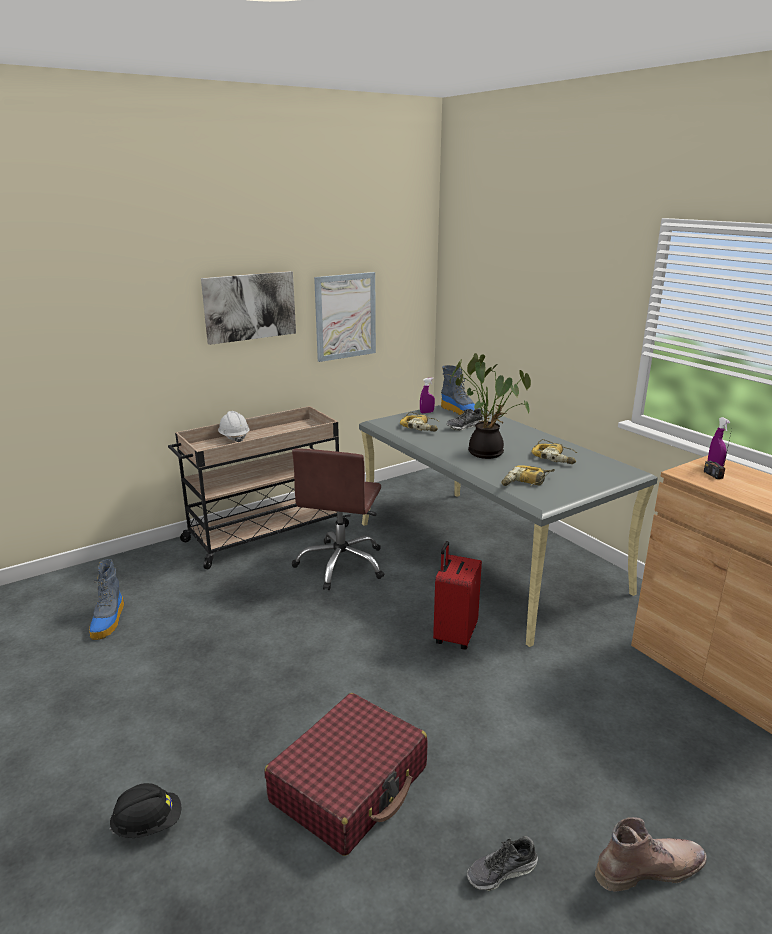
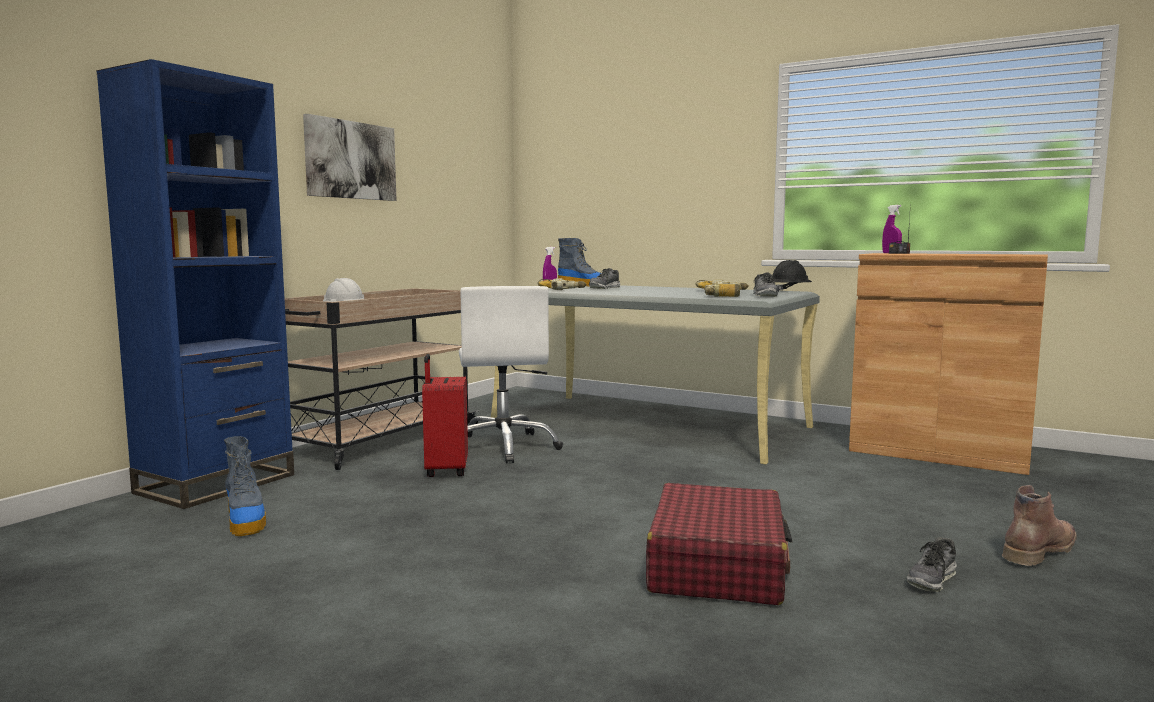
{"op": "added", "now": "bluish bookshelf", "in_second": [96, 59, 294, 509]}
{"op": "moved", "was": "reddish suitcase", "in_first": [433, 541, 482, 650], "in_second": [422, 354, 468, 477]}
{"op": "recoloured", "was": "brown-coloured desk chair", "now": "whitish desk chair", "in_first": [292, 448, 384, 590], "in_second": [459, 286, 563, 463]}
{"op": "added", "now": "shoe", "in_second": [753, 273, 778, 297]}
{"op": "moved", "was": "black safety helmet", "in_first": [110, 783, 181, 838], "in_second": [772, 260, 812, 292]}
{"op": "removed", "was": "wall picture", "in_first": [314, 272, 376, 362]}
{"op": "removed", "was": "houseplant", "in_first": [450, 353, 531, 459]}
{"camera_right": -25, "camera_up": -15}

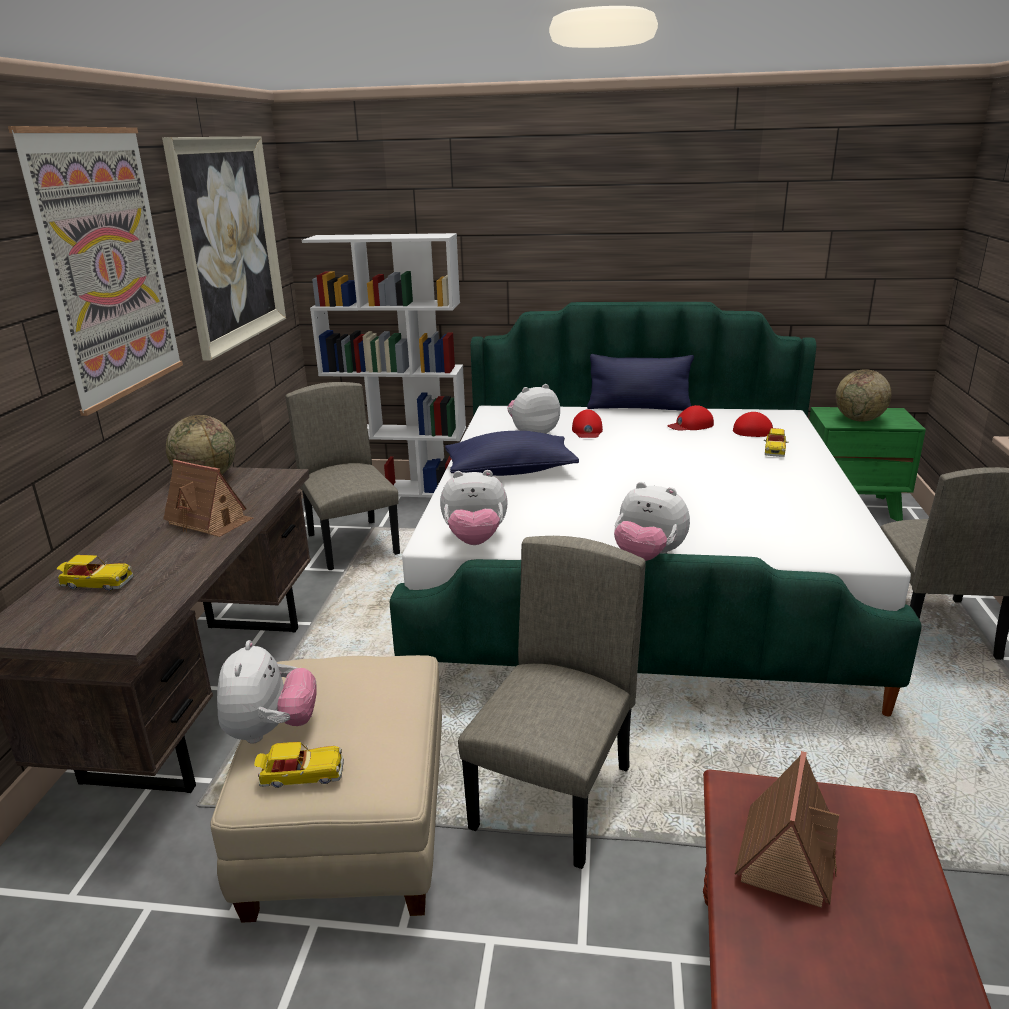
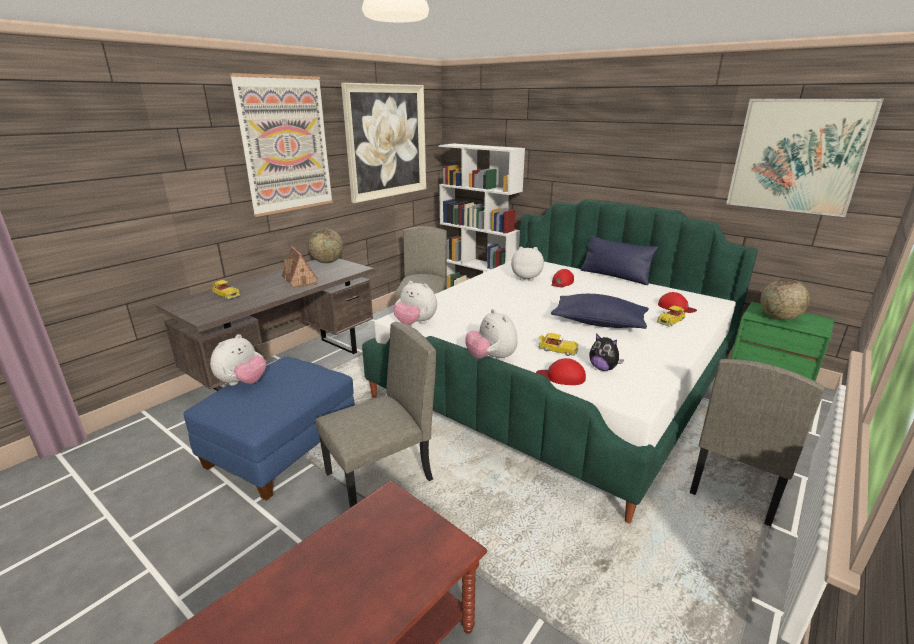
{"op": "recoloured", "was": "beige footrest", "now": "bluish footrest", "in_first": [210, 655, 442, 923], "in_second": [184, 356, 355, 501]}
{"op": "moved", "was": "reddish peaked cap", "in_first": [668, 405, 714, 431], "in_second": [536, 358, 586, 385]}
{"op": "moved", "was": "miniature car", "in_first": [254, 742, 344, 788], "in_second": [538, 333, 579, 356]}
{"op": "moved", "was": "bluish cushion", "in_first": [445, 431, 579, 476], "in_second": [551, 294, 649, 329]}
{"op": "added", "now": "plush toy", "in_second": [589, 333, 624, 371]}
{"op": "added", "now": "wall picture", "in_second": [726, 99, 884, 217]}
{"op": "removed", "was": "miniature house", "in_first": [735, 751, 839, 908]}
{"camera_right": 30, "camera_up": 0}

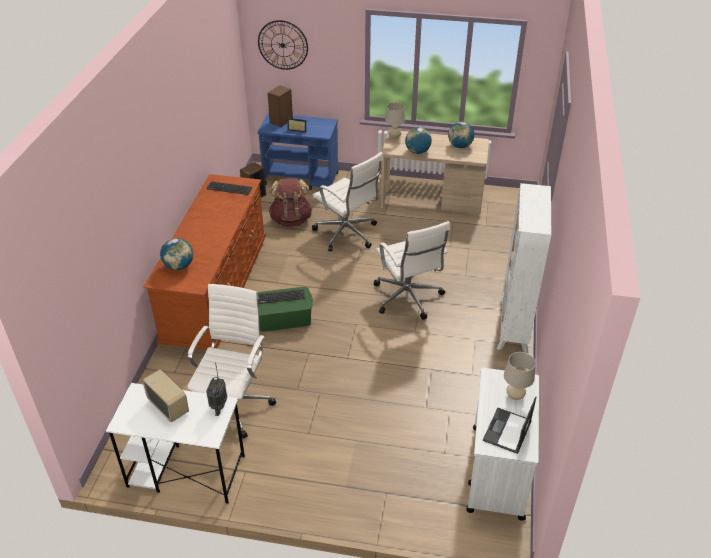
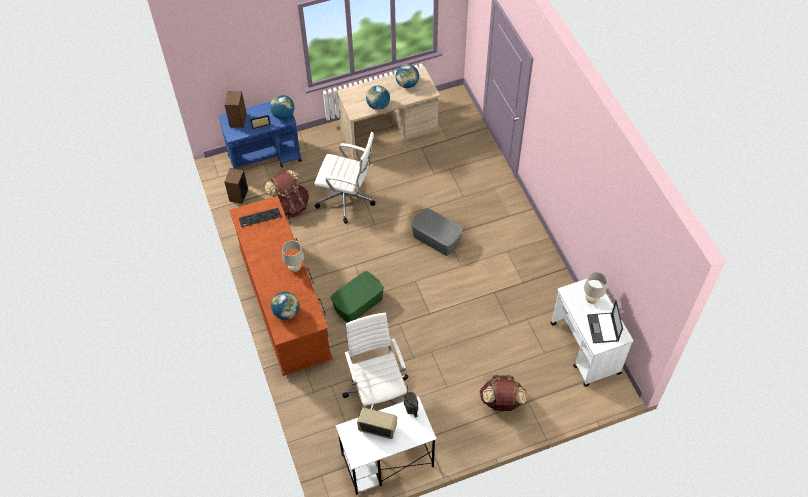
{"op": "added", "now": "world globe", "in_second": [270, 95, 294, 119]}
{"op": "moved", "was": "beige lamp for a table", "in_first": [385, 102, 406, 139], "in_second": [282, 241, 304, 272]}
{"op": "replaced", "was": "whitish desk chair", "now": "grey storage box", "in_first": [374, 221, 450, 320], "in_second": [411, 208, 463, 256]}
{"op": "added", "now": "brown-coloured rucksack", "in_second": [480, 375, 527, 411]}
{"op": "removed", "was": "clock on the wall", "in_first": [258, 20, 308, 70]}
{"op": "removed", "was": "computer keyboard", "in_first": [258, 289, 305, 304]}
{"op": "removed", "was": "whitish bookshelf", "in_first": [497, 183, 551, 353]}
{"camera_right": -30, "camera_up": 15}

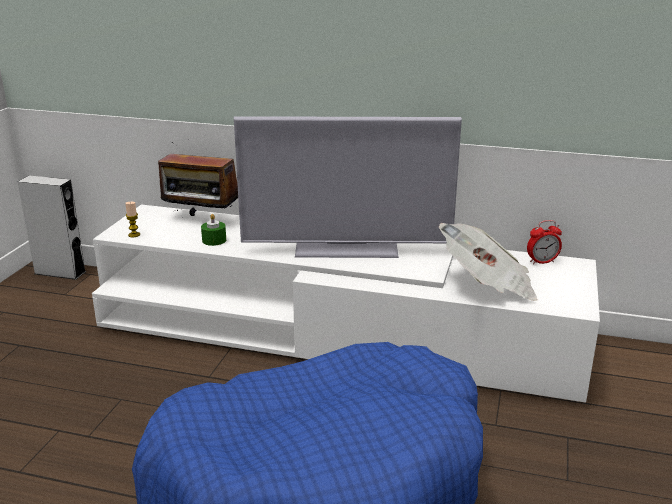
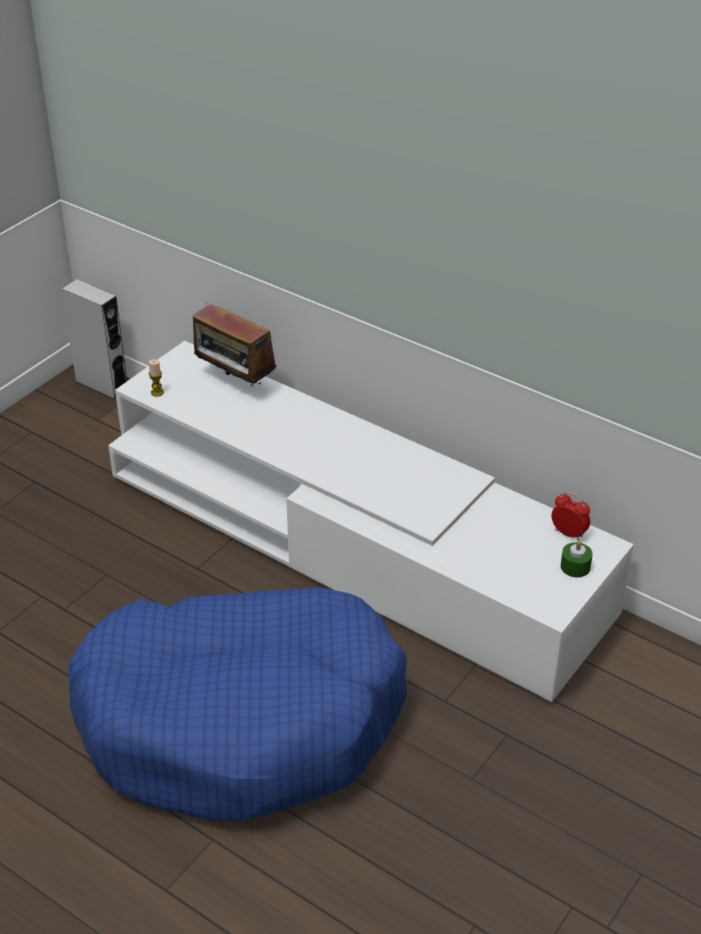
{"op": "turned", "was": "table clock", "in_first": [527, 220, 562, 265], "in_second": [551, 492, 590, 541], "clockwise": -150}
{"op": "moved", "was": "green-coloured candle", "in_first": [201, 214, 226, 246], "in_second": [561, 540, 593, 577]}
{"op": "removed", "was": "TV set", "in_first": [234, 116, 462, 258]}
{"op": "removed", "was": "newspaper", "in_first": [439, 223, 538, 301]}
{"camera_right": 20, "camera_up": 15}

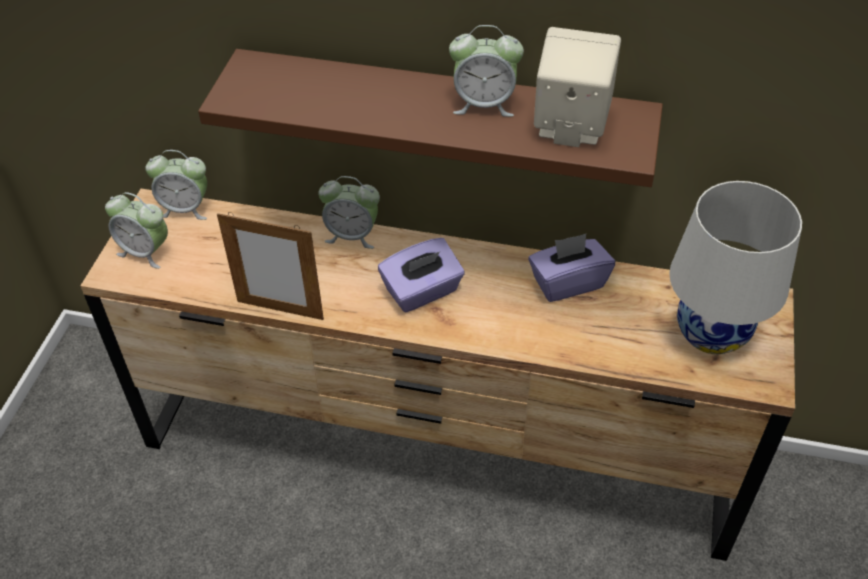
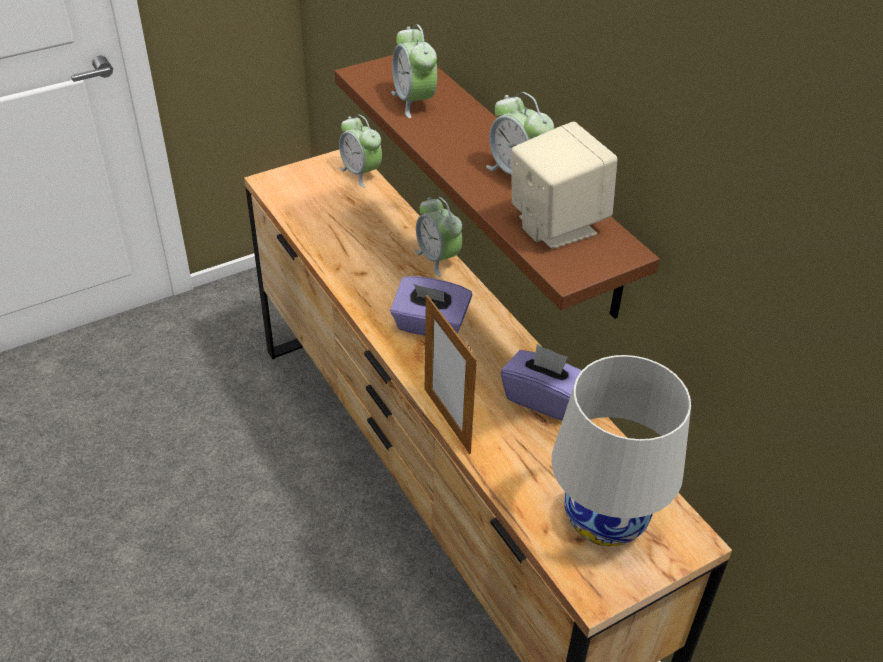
{"op": "moved", "was": "table clock", "in_first": [105, 192, 168, 269], "in_second": [391, 24, 437, 118]}
{"op": "moved", "was": "photo frame", "in_first": [217, 212, 324, 320], "in_second": [425, 295, 477, 454]}
{"camera_right": 45, "camera_up": -5}

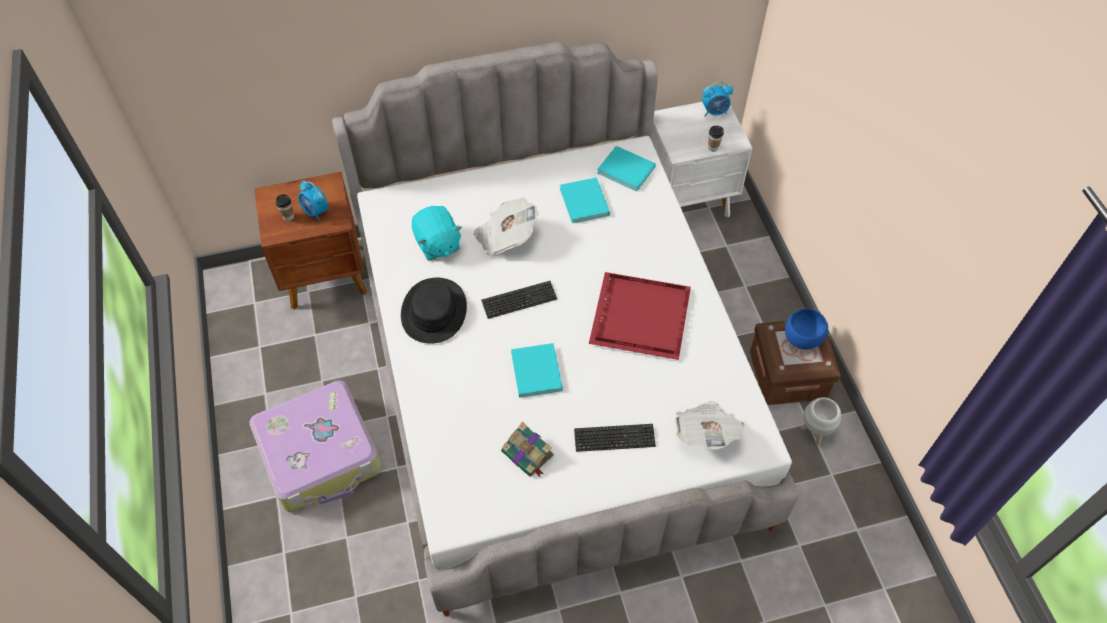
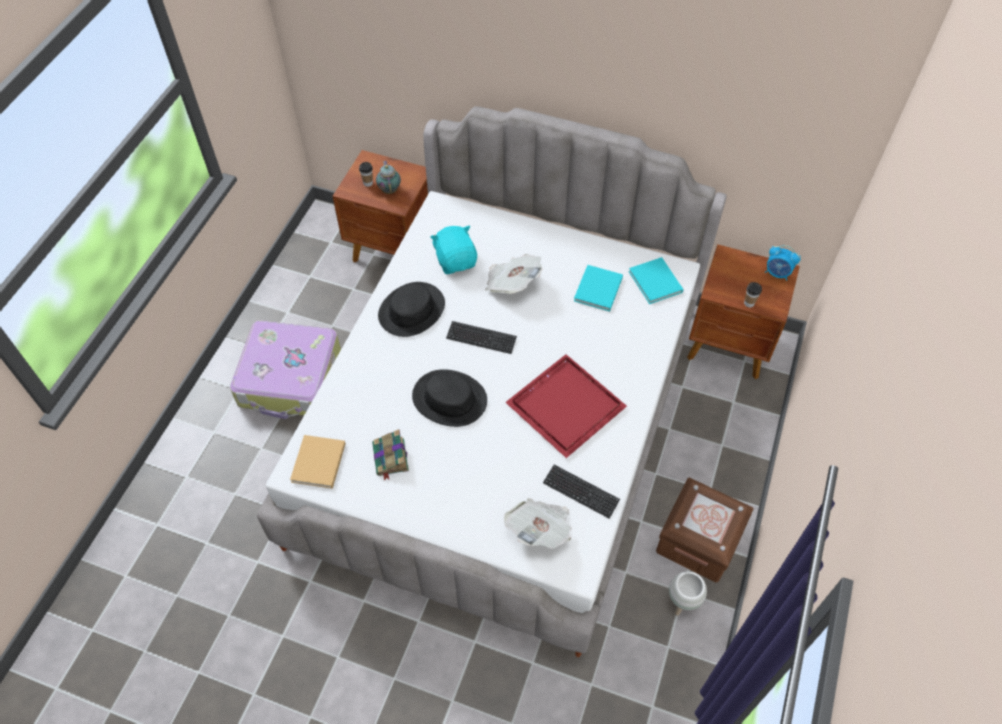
{"op": "added", "now": "beige bound book", "in_second": [290, 435, 346, 489]}
{"op": "replaced", "was": "table clock", "now": "teapot", "in_first": [298, 181, 328, 221], "in_second": [376, 161, 401, 194]}
{"op": "replaced", "was": "turquoise bound book", "now": "black hat", "in_first": [511, 343, 563, 398], "in_second": [412, 369, 487, 427]}
{"op": "turned", "was": "turquoise plush toy", "in_first": [412, 206, 462, 260], "in_second": [430, 226, 477, 274], "clockwise": 150}
{"op": "moved", "was": "computer keyboard", "in_first": [574, 424, 656, 452], "in_second": [543, 465, 620, 519]}
{"op": "recoloured", "was": "whitish night table", "now": "brown-coloured night table", "in_first": [651, 102, 753, 218], "in_second": [687, 244, 800, 379]}
{"op": "removed", "was": "bluish bowl", "in_first": [785, 309, 828, 349]}
{"camera_right": 35, "camera_up": 0}

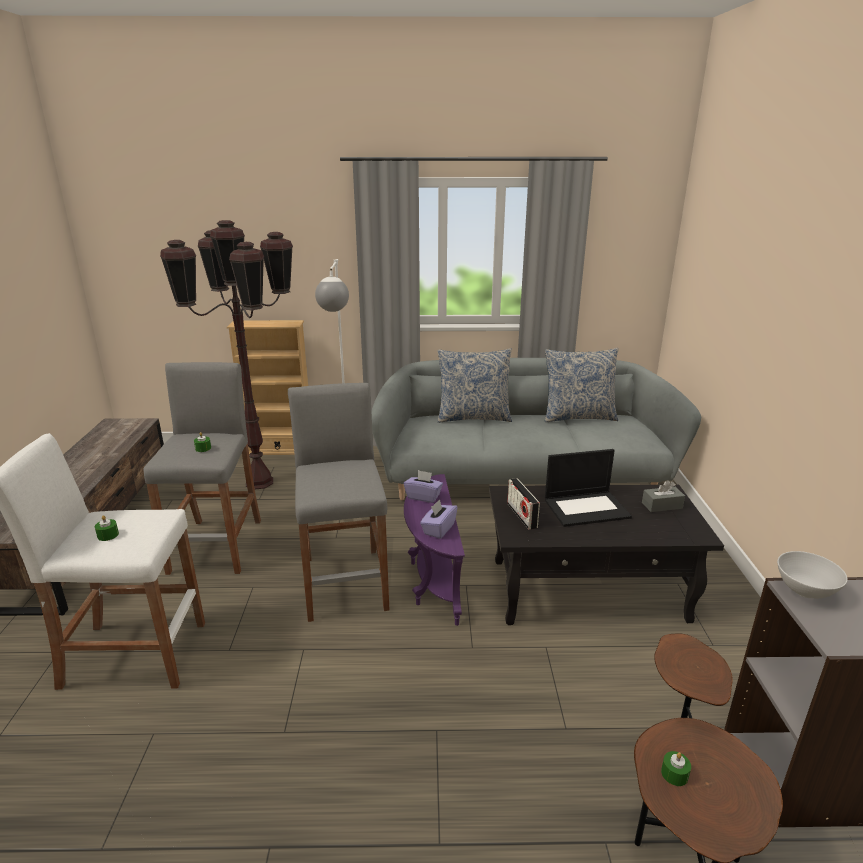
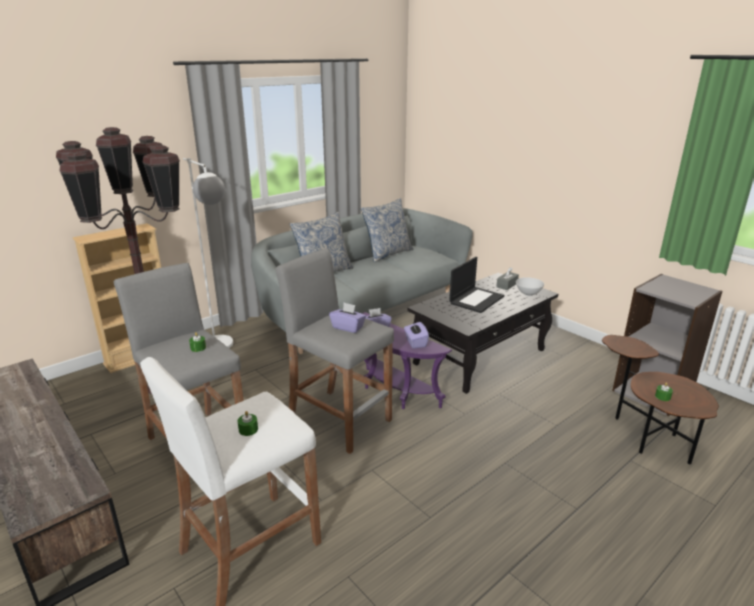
{"op": "added", "now": "purple tissue holder", "in_second": [329, 303, 366, 333]}
{"op": "moved", "was": "whitish bowl", "in_first": [777, 551, 848, 598], "in_second": [516, 277, 544, 296]}
{"op": "removed", "was": "radio receiver", "in_first": [507, 478, 540, 530]}
{"camera_right": -40, "camera_up": 0}

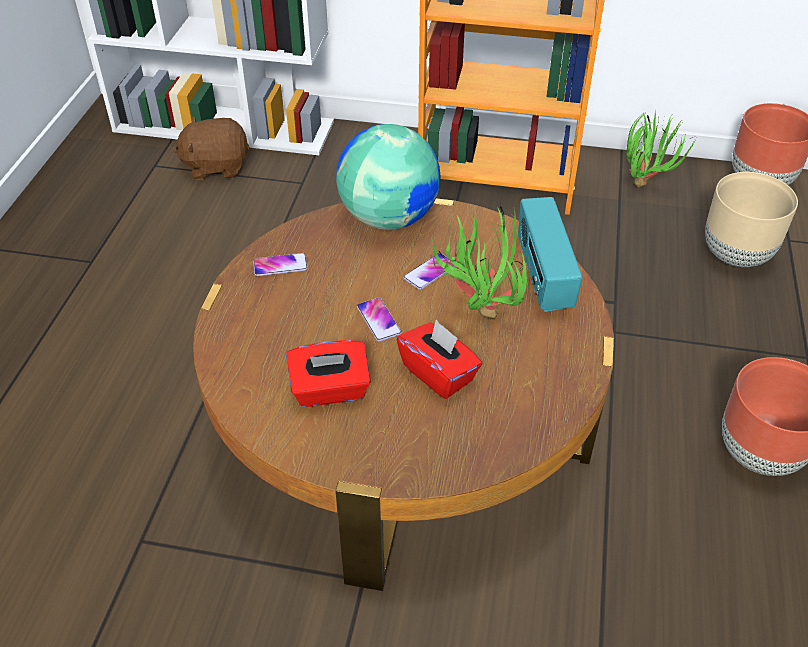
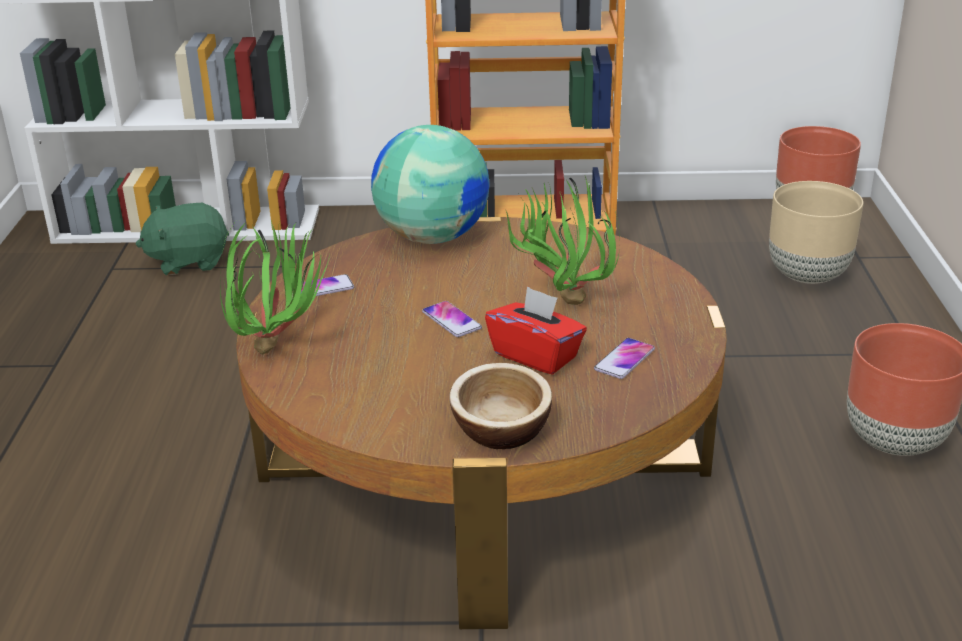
{"op": "recoloured", "was": "brown-coloured plush toy", "now": "green-coloured plush toy", "in_first": [173, 116, 250, 180], "in_second": [136, 203, 229, 276]}
{"op": "moved", "was": "houseplant", "in_first": [626, 110, 696, 188], "in_second": [220, 220, 330, 354]}
{"op": "added", "now": "bowl", "in_second": [449, 363, 552, 449]}
{"op": "moved", "was": "phone", "in_first": [403, 253, 456, 290], "in_second": [594, 338, 655, 379]}
{"op": "removed", "was": "reddish tissue holder", "in_first": [286, 340, 371, 407]}
{"op": "removed", "was": "radio receiver", "in_first": [518, 197, 582, 312]}
{"camera_right": -10, "camera_up": -15}

